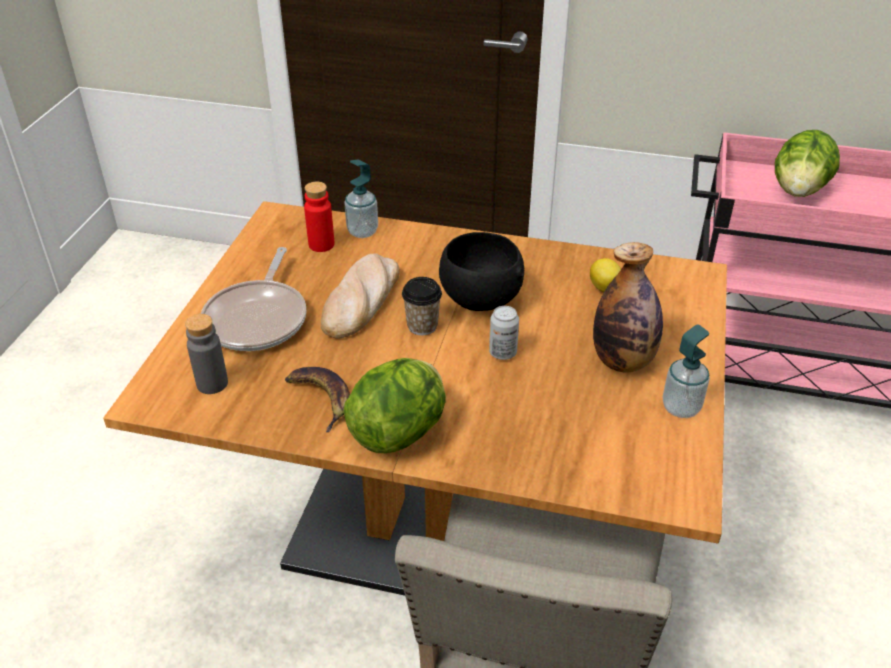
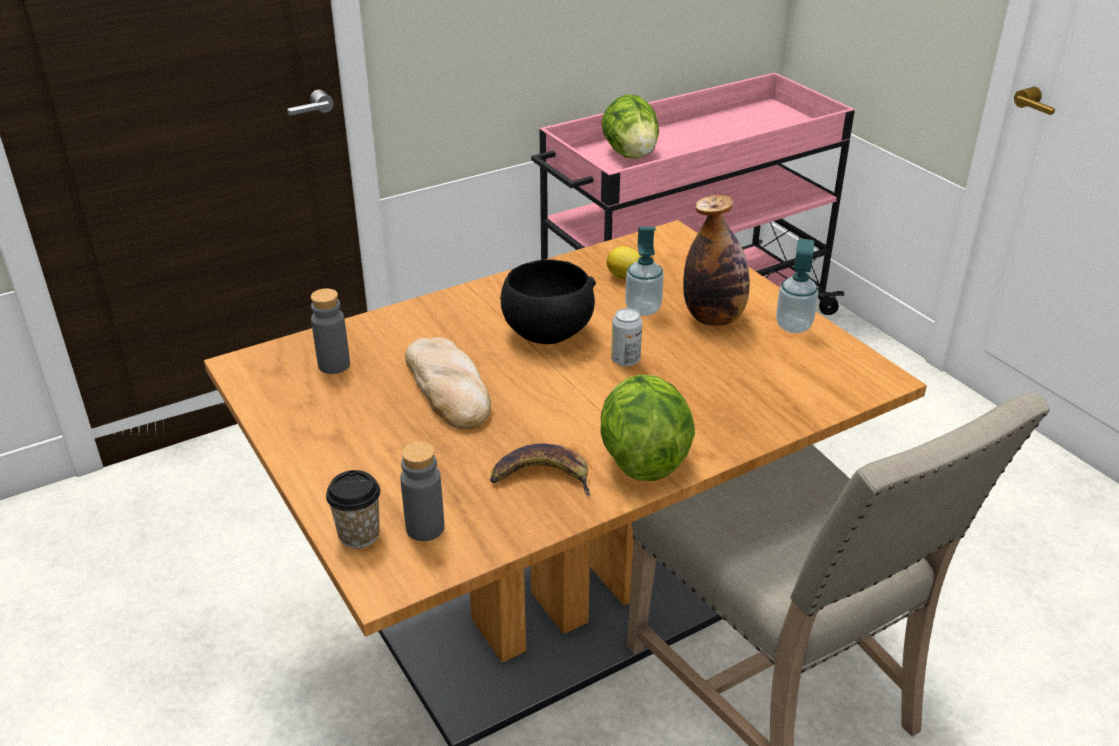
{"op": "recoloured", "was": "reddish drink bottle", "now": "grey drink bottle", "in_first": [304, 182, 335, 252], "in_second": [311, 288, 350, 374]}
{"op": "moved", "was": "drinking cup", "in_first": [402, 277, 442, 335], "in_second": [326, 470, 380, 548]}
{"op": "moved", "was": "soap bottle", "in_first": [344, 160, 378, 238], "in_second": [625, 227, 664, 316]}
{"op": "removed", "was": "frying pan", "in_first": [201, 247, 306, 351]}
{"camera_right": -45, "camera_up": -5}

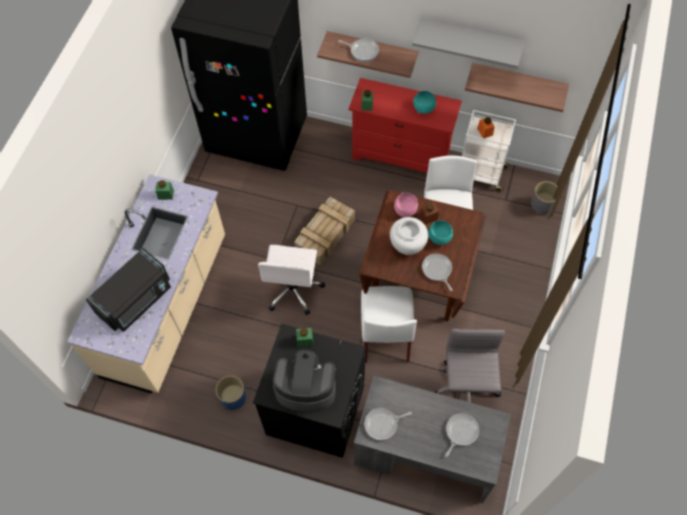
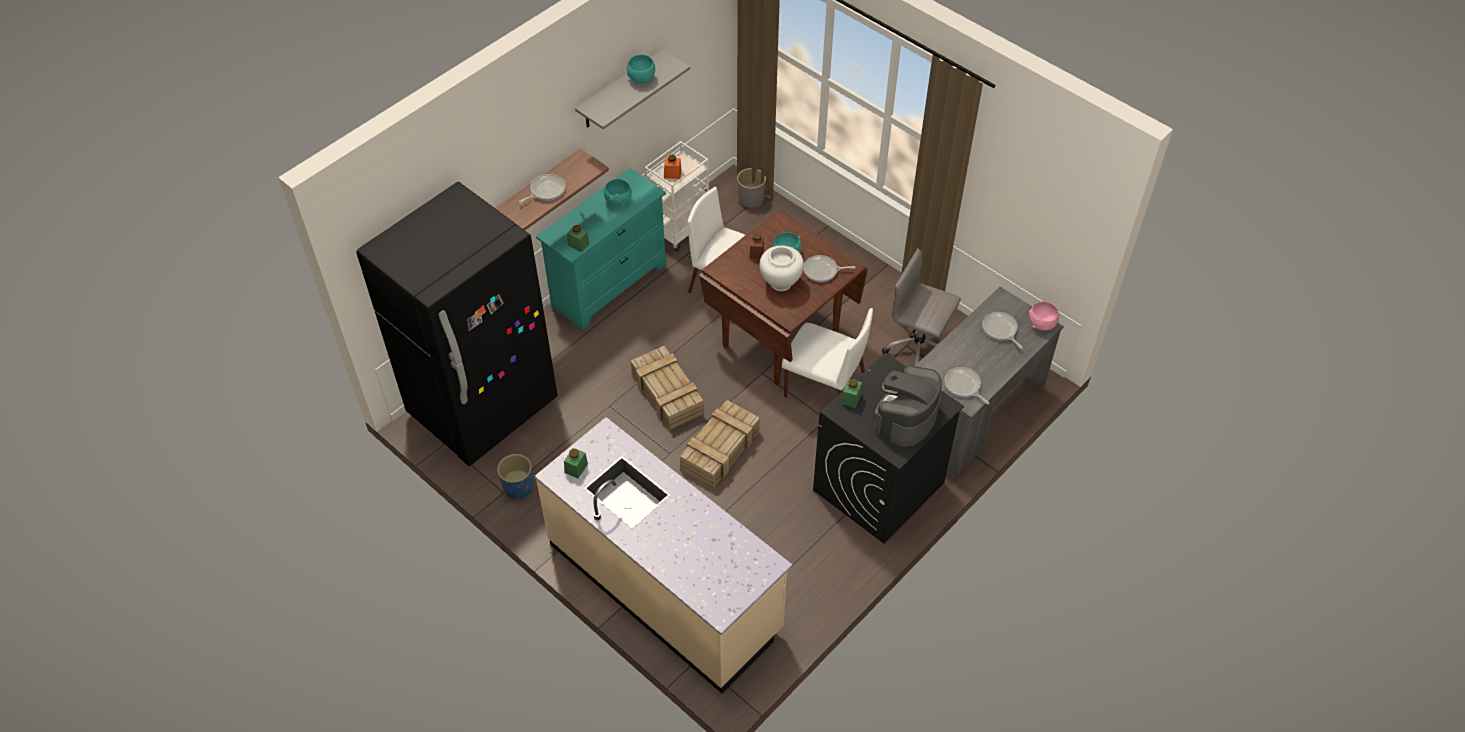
{"op": "moved", "was": "bluish flower pot", "in_first": [216, 375, 246, 410], "in_second": [497, 454, 534, 499]}
{"op": "recoloured", "was": "reddish chest of drawers", "now": "turquoise chest of drawers", "in_first": [349, 78, 462, 173], "in_second": [536, 168, 666, 330]}
{"op": "added", "now": "turquoise bowl", "in_second": [627, 55, 655, 83]}
{"op": "replaced", "was": "whitish desk chair", "now": "shipping crate", "in_first": [258, 245, 325, 315], "in_second": [680, 400, 760, 488]}
{"op": "turned", "was": "frying pan", "in_first": [364, 408, 412, 440], "in_second": [945, 367, 989, 404], "clockwise": 135}
{"op": "moved", "was": "pink-coloured bowl", "in_first": [394, 192, 418, 217], "in_second": [1029, 302, 1059, 331]}
{"op": "removed", "was": "black microwave oven", "in_first": [86, 248, 171, 332]}
{"op": "removed", "was": "bracket shelf", "in_first": [465, 63, 569, 112]}
{"camera_right": -65, "camera_up": -10}

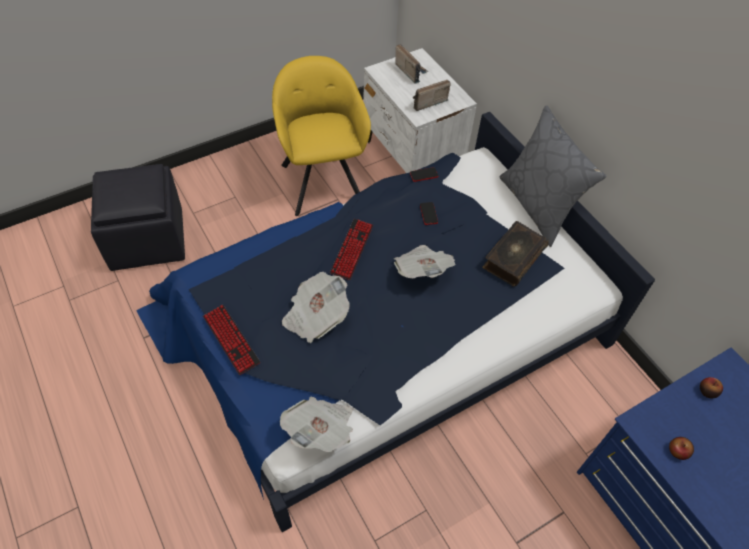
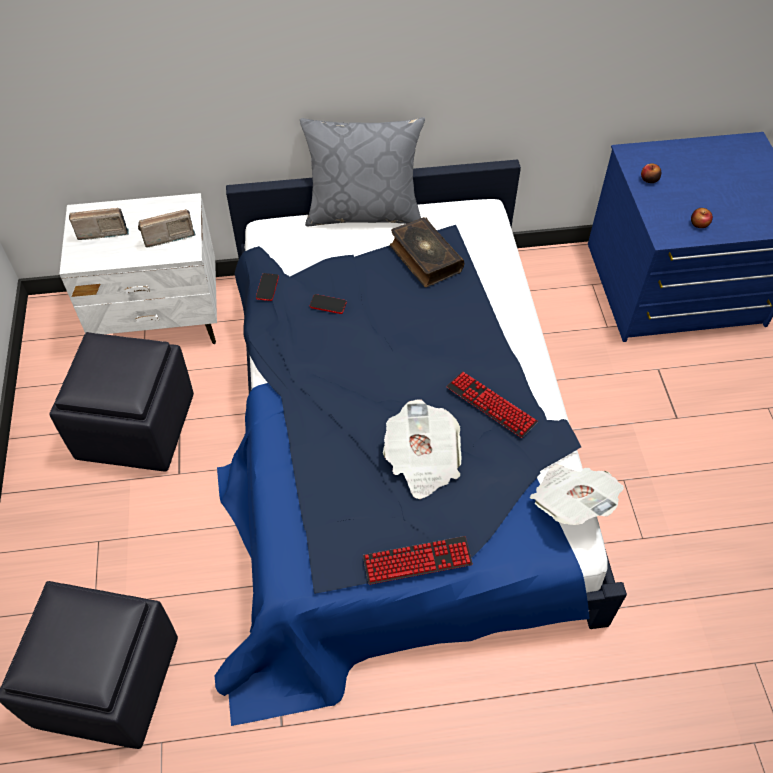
{"op": "replaced", "was": "yellow lounge chair", "now": "black footrest", "in_first": [272, 56, 371, 216], "in_second": [49, 332, 194, 471]}
{"op": "turned", "was": "radio receiver", "in_first": [413, 80, 451, 111], "in_second": [138, 209, 196, 248], "clockwise": 75}
{"op": "moved", "was": "computer keyboard", "in_first": [330, 219, 373, 280], "in_second": [446, 372, 538, 438]}
{"op": "removed", "was": "newspaper", "in_first": [394, 245, 456, 278]}
{"camera_right": -65, "camera_up": 0}

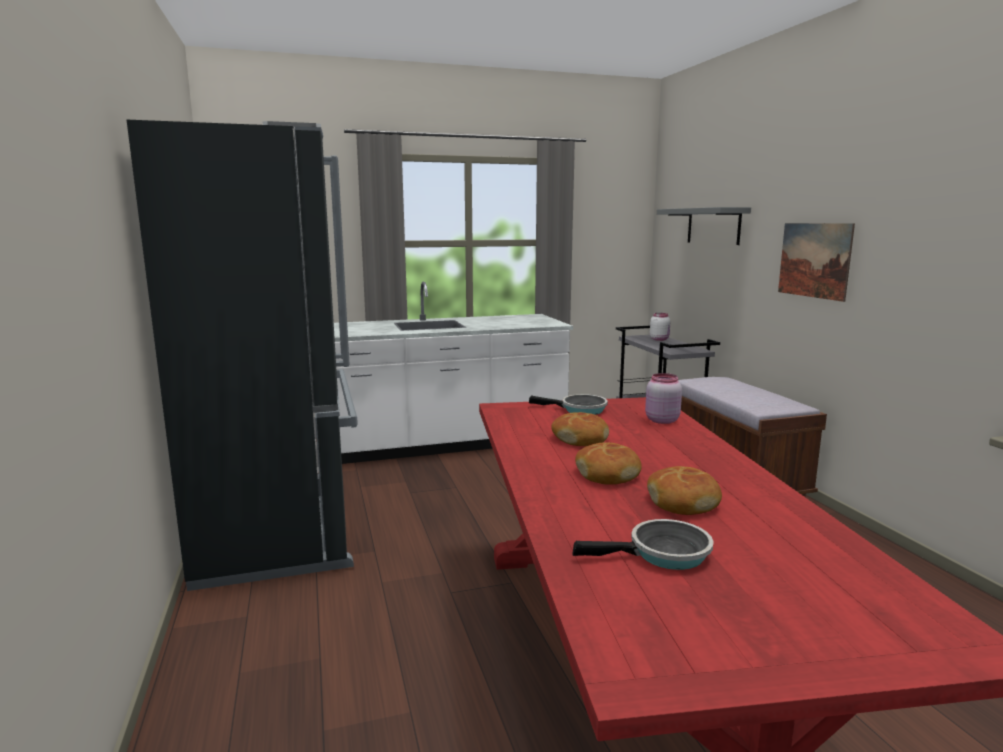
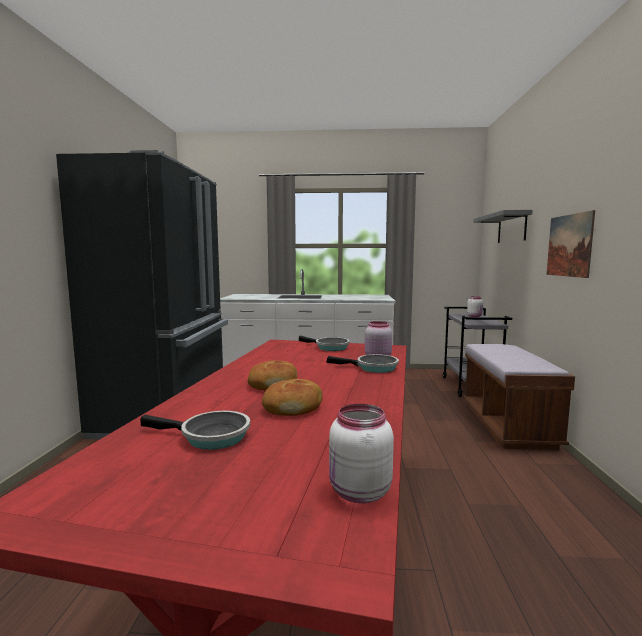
{"op": "added", "now": "frying pan", "in_second": [326, 354, 399, 373]}
{"op": "added", "now": "whitish preserve jar", "in_second": [329, 404, 394, 503]}
{"op": "removed", "was": "baked bread", "in_first": [551, 412, 609, 446]}
{"camera_right": 20, "camera_up": -5}

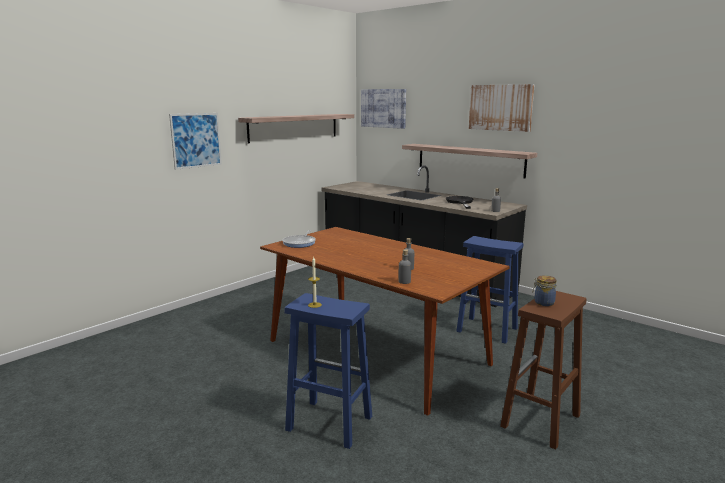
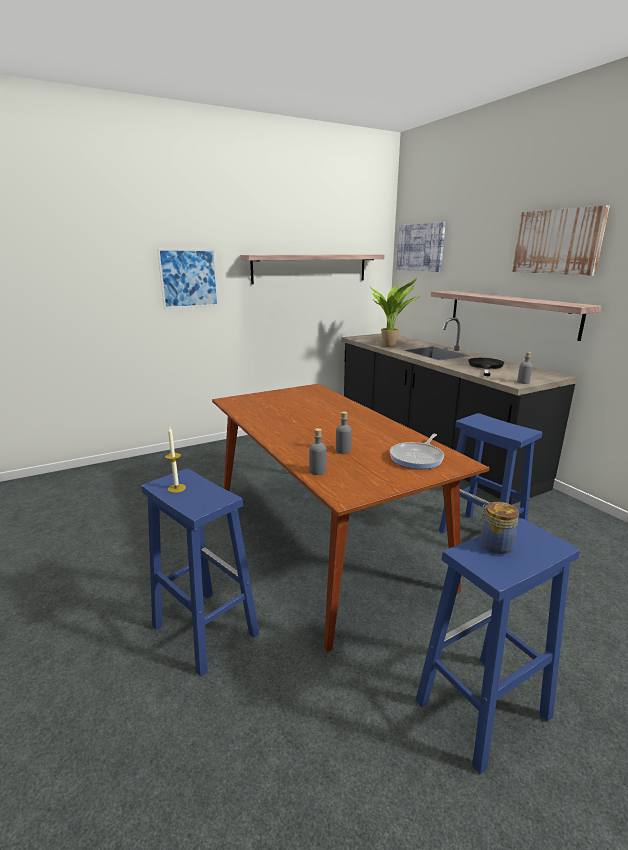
{"op": "added", "now": "houseplant", "in_second": [370, 278, 420, 347]}
{"op": "moved", "was": "frying pan", "in_first": [282, 230, 316, 248], "in_second": [390, 434, 444, 469]}
{"op": "recoloured", "was": "brown-coloured stool", "now": "bluish stool", "in_first": [500, 291, 586, 450], "in_second": [416, 518, 580, 774]}
{"camera_right": 20, "camera_up": 5}

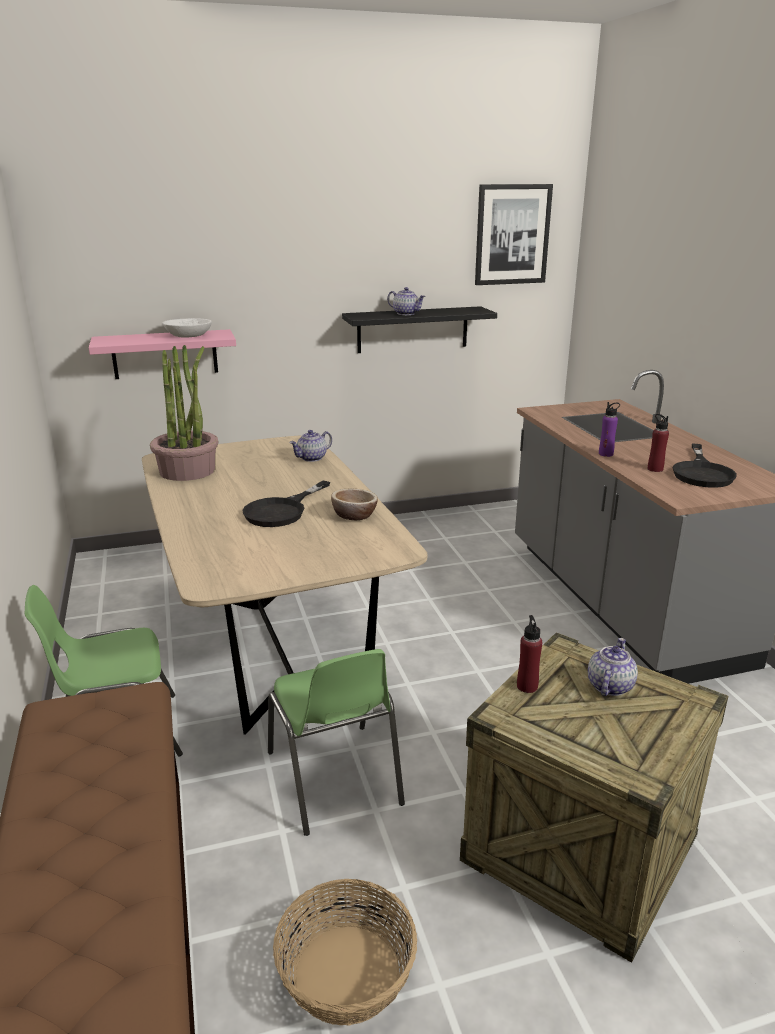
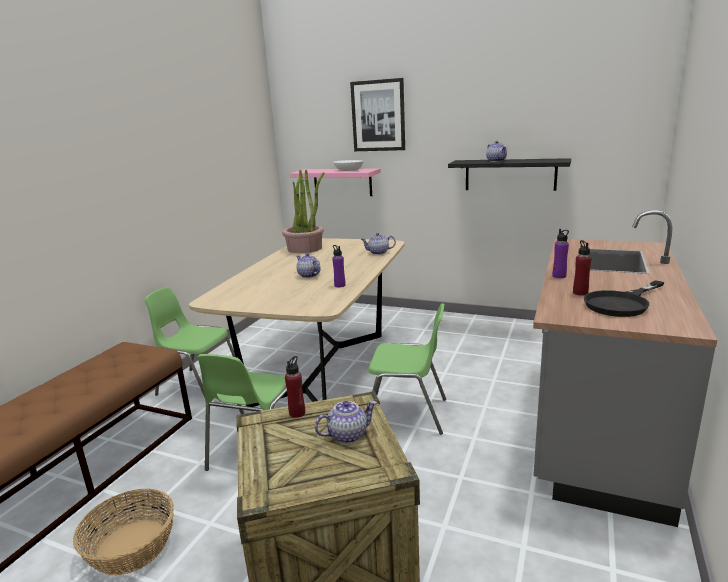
{"op": "replaced", "was": "black frying pan", "now": "teapot", "in_first": [243, 480, 330, 527], "in_second": [296, 253, 321, 278]}
{"op": "replaced", "was": "bowl", "now": "purple drink bottle", "in_first": [331, 489, 378, 520], "in_second": [332, 245, 346, 287]}
{"op": "moved", "was": "wall picture", "in_first": [475, 184, 553, 285], "in_second": [350, 78, 405, 151]}
{"op": "added", "now": "green-coloured chair", "in_second": [368, 303, 446, 435]}
{"camera_right": 40, "camera_up": -5}

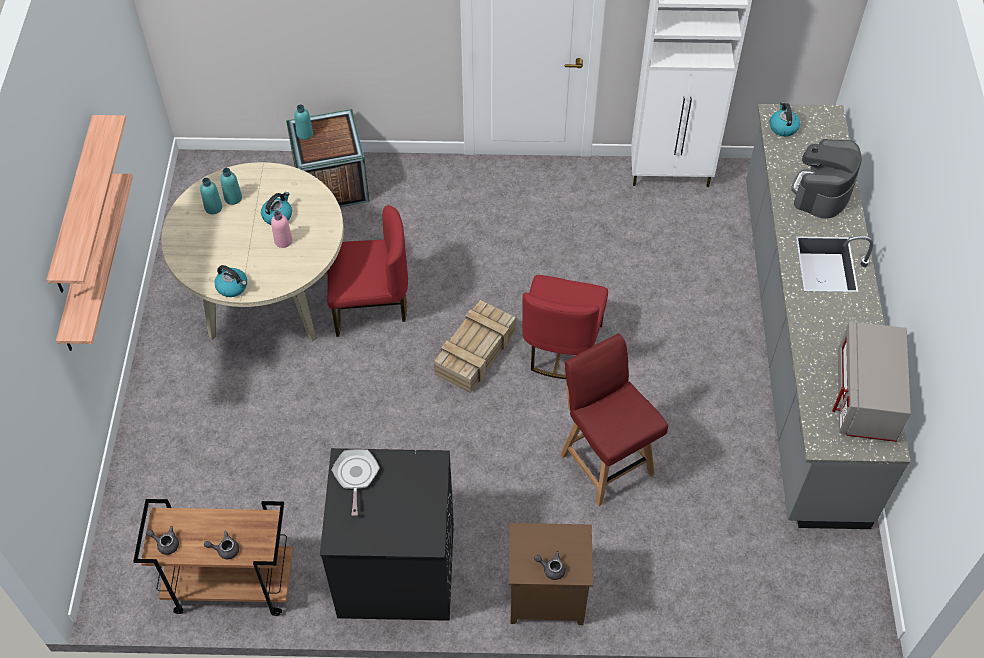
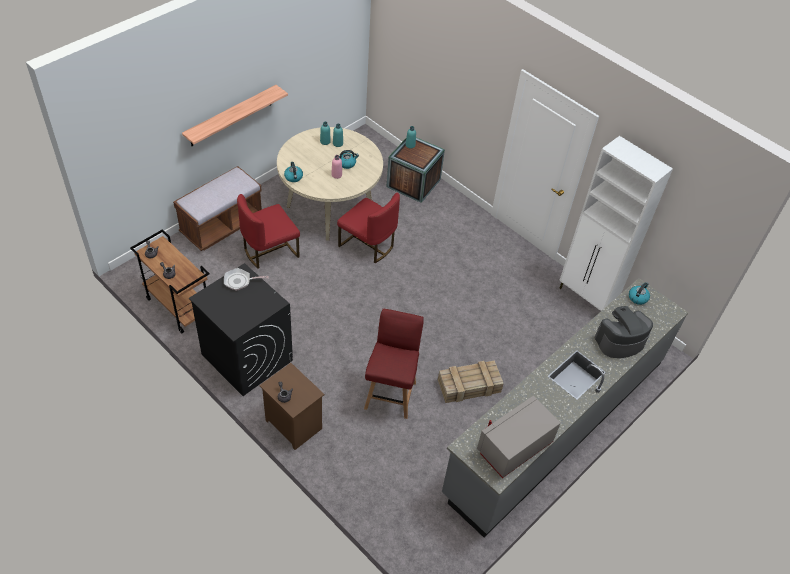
{"op": "added", "now": "brown-coloured indoor bench", "in_second": [173, 166, 262, 251]}
{"op": "turned", "was": "frying pan", "in_first": [331, 449, 380, 516], "in_second": [224, 268, 269, 291], "clockwise": -135}
{"op": "moved", "was": "reddish chair", "in_first": [522, 275, 608, 379], "in_second": [237, 194, 300, 269]}
{"op": "moved", "was": "shipping crate", "in_first": [434, 300, 516, 393], "in_second": [438, 360, 504, 403]}
{"op": "removed", "was": "bracket shelf", "in_first": [47, 115, 126, 293]}
{"camera_right": 40, "camera_up": -5}

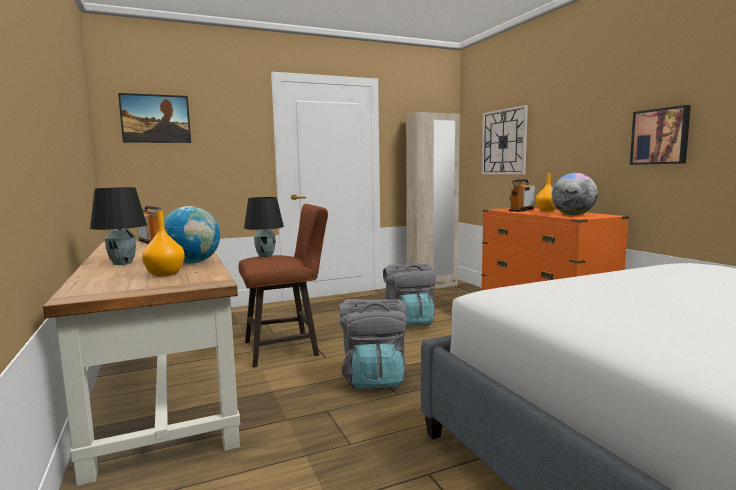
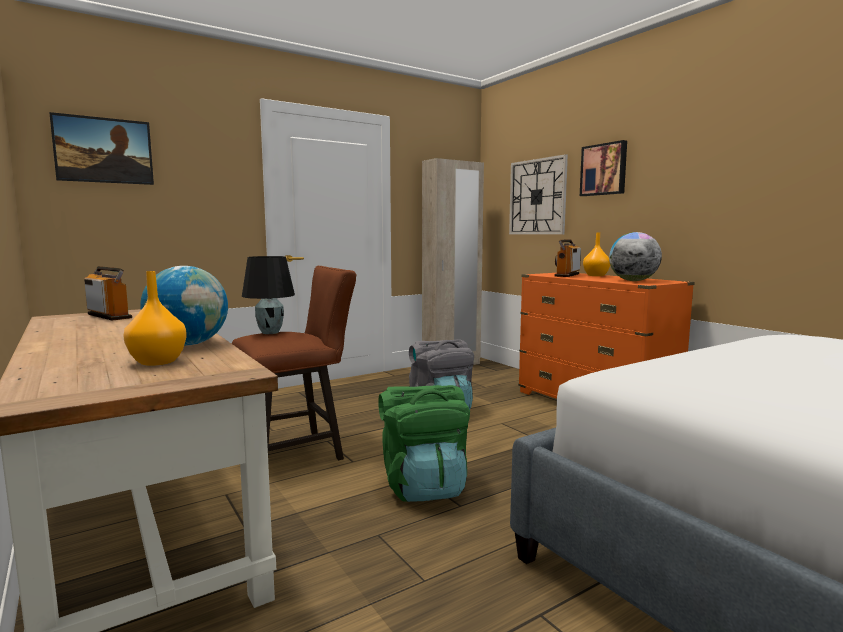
{"op": "recoloured", "was": "grey rucksack", "now": "green-coloured rucksack", "in_first": [339, 299, 407, 389], "in_second": [378, 385, 470, 502]}
{"op": "moved", "was": "wall picture", "in_first": [630, 105, 691, 165], "in_second": [580, 140, 627, 196]}
{"op": "removed", "was": "black lamp for a table", "in_first": [90, 187, 147, 265]}
{"camera_right": -10, "camera_up": 0}

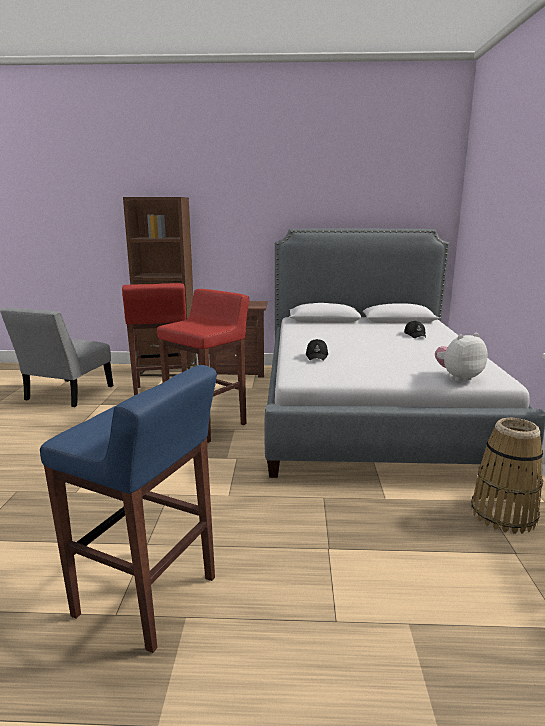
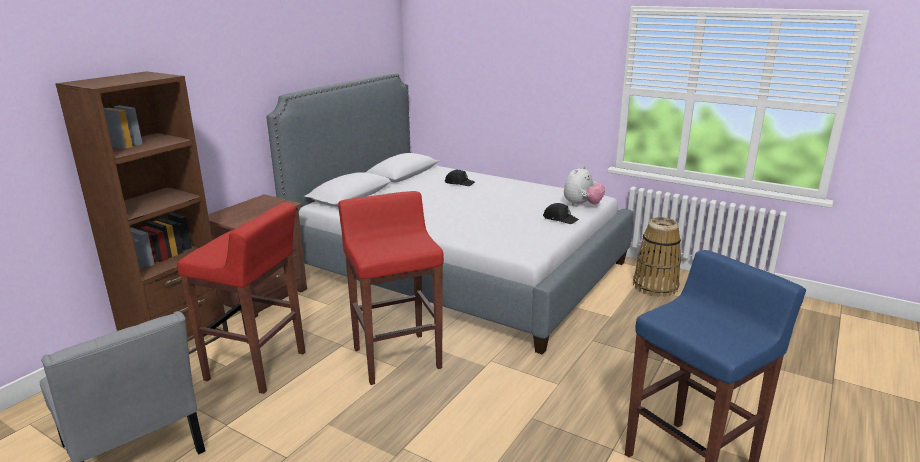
{"op": "moved", "was": "black peaked cap", "in_first": [306, 339, 328, 361], "in_second": [543, 203, 579, 224]}
{"op": "turned", "was": "plush toy", "in_first": [435, 333, 488, 382], "in_second": [564, 166, 605, 207], "clockwise": -150}
{"camera_right": -60, "camera_up": 5}

